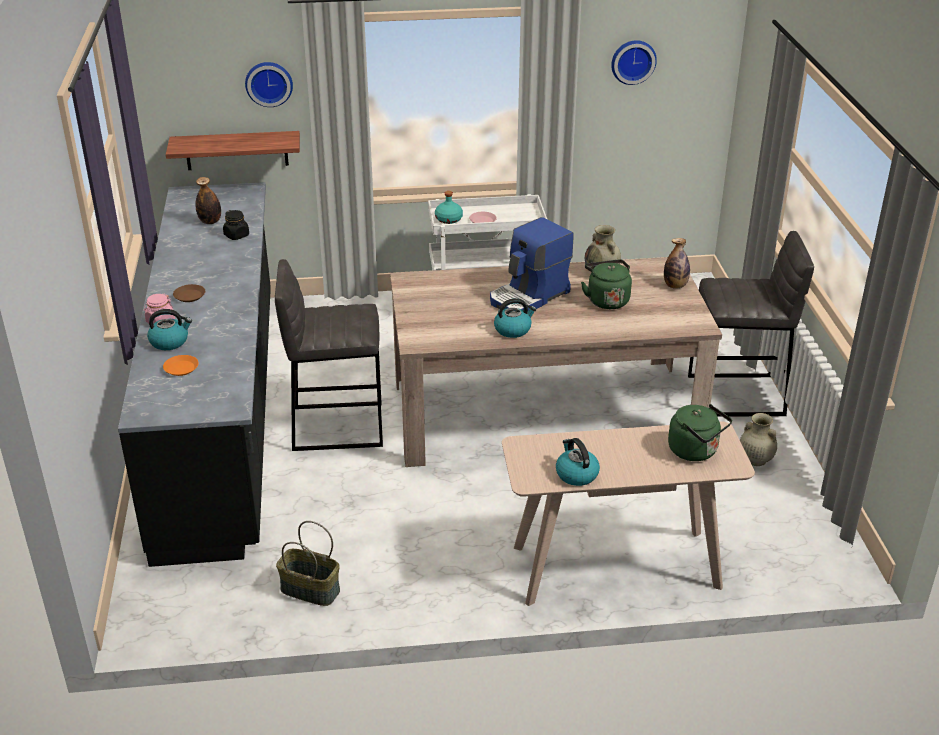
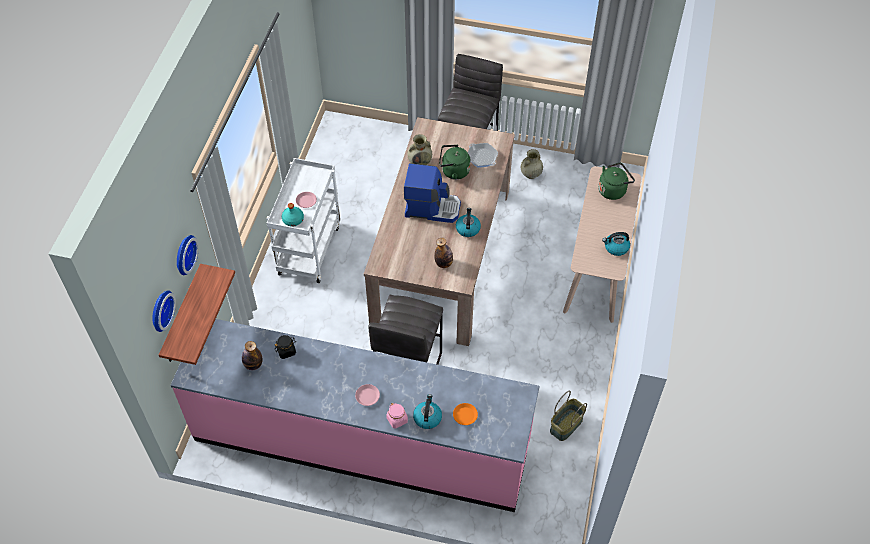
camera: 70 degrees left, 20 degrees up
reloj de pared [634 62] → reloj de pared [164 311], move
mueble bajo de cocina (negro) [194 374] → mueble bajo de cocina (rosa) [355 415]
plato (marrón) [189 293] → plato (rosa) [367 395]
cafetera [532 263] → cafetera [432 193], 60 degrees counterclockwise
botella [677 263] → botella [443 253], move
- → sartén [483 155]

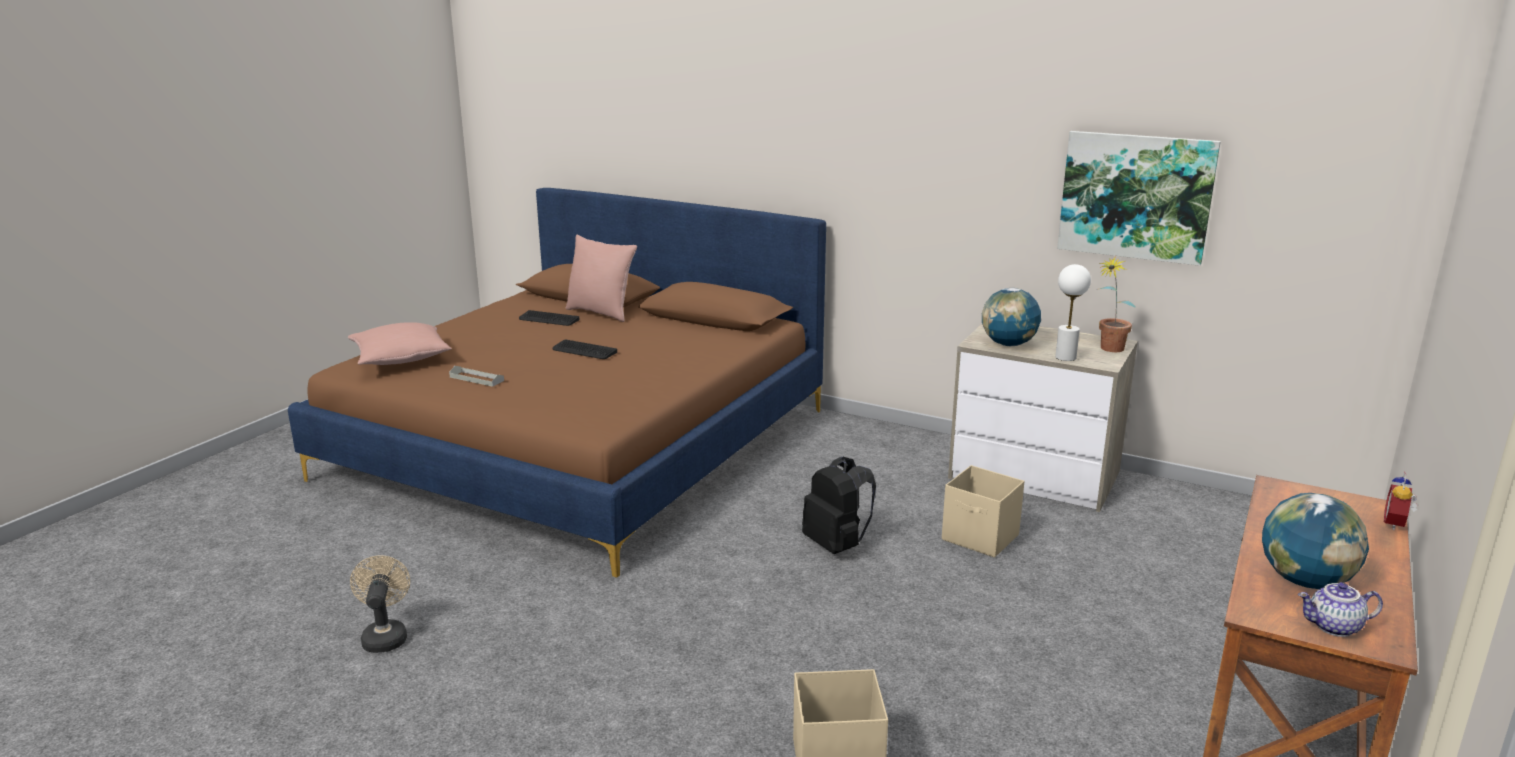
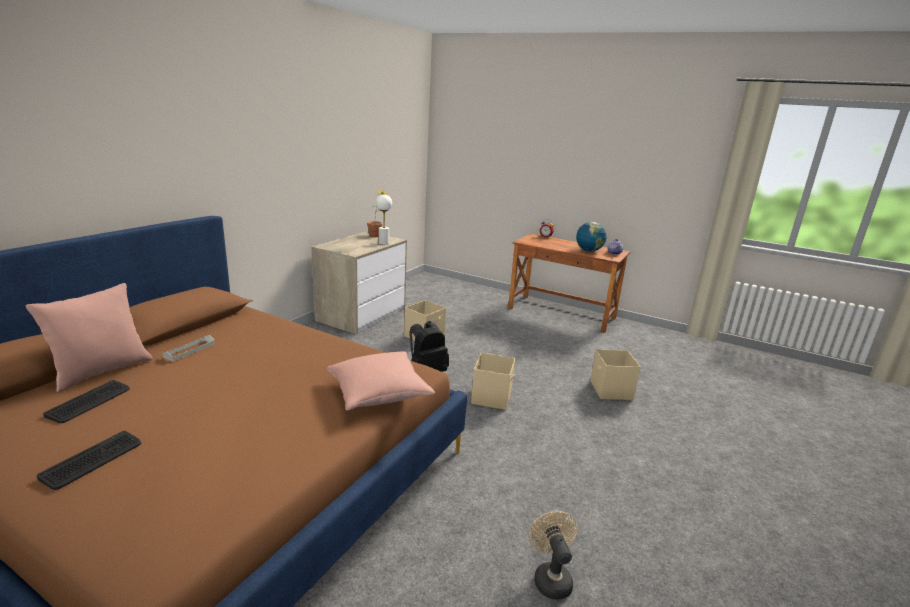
camera: 90 degrees left, 0 degrees up
teclado [584 349] → teclado [88 460], move
bandeja (gris) [476 376] → bandeja (gris) [189 348], move
cojín (rosa) [400 343] → cojín (rosa) [381 381], move
- → caja de almacenaje (beis) [493 381]
ventilador (beis) [380 604] → ventilador (beis) [553 555], 90 degrees clockwise
globo terráqueo [1011 317] → -
cuadro [1139 198] → -

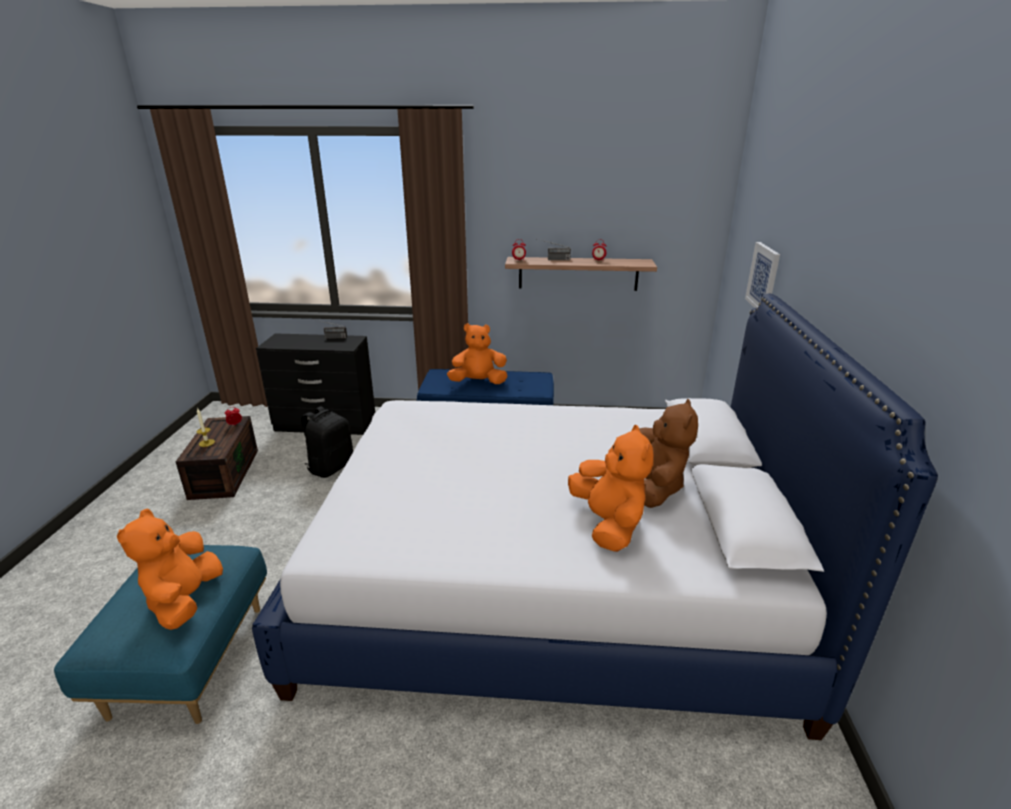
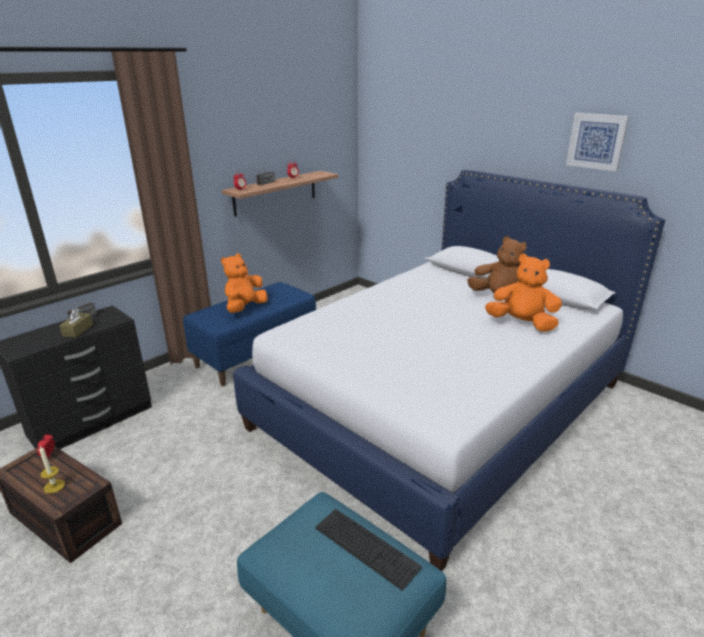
camera: 50 degrees left, 0 degrees up
- → caja de pañuelos (marrón) [76 323]
peluche (naranja) [170 569] → teclado [368 550]
cuadro [762 275] → cuadro [597 142], move
mochila (negro) [327 442] → -

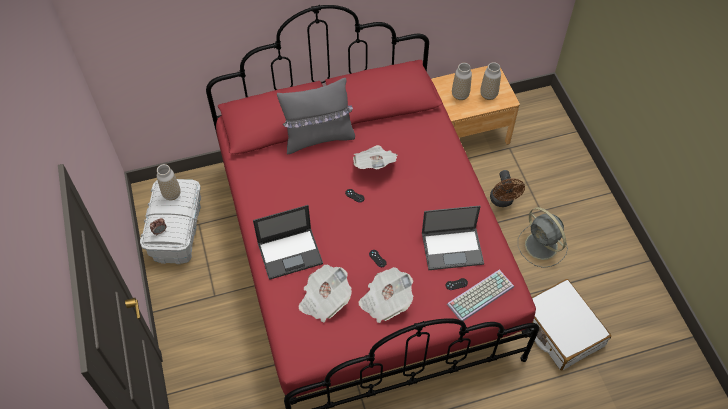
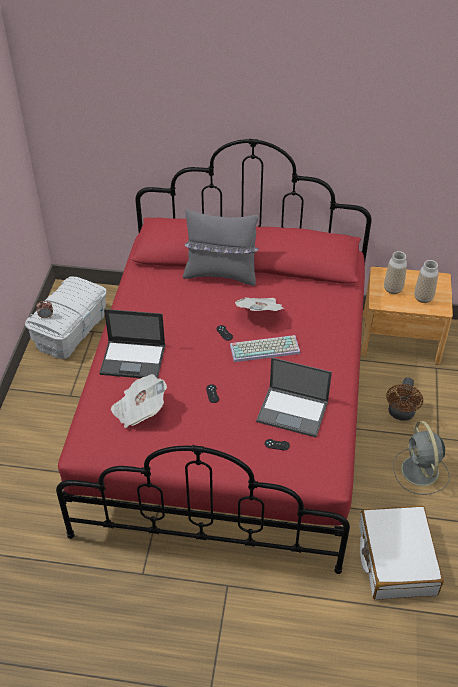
camera: 25 degrees right, 10 degrees down
teclado [480 295] → teclado [265 348], move
florero [169 182] → -
periódico [386 295] → -

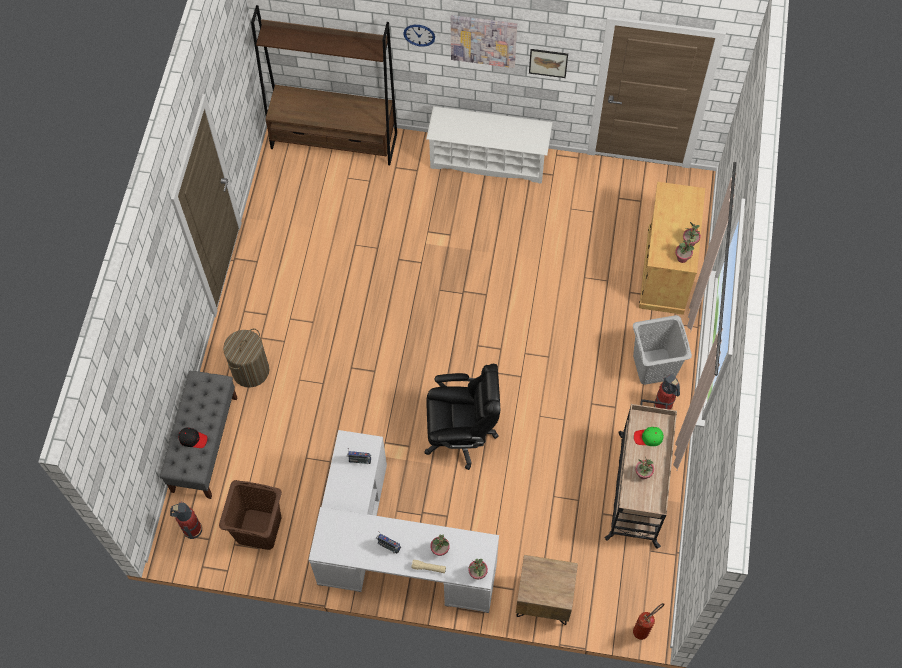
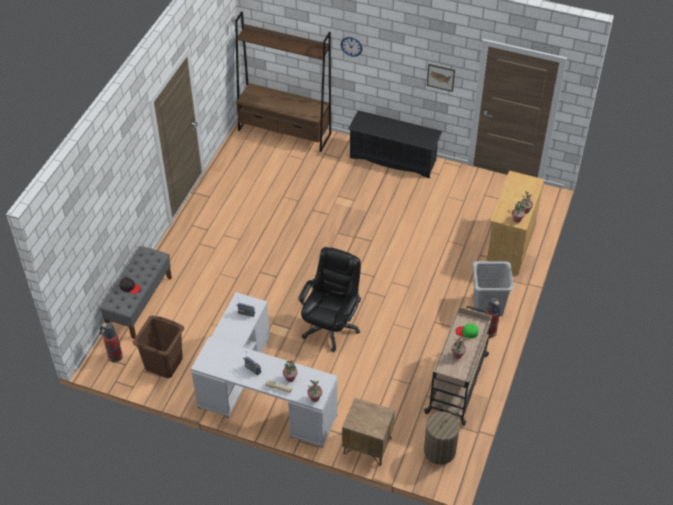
camera: 10 degrees right, 15 degrees down
silla de oficina (negro) [462 417] → silla de oficina (negro) [329 299], 75 degrees counterclockwise
zapatero (blanco) [489 145] → zapatero (negro) [395 144]
cesto de la ropa [246 358] → cesto de la ropa [442 438], move
cuadro [484 41] → -
extintor [648 621] → -

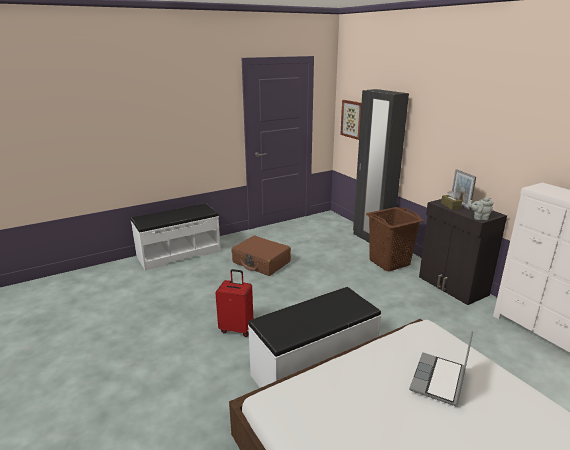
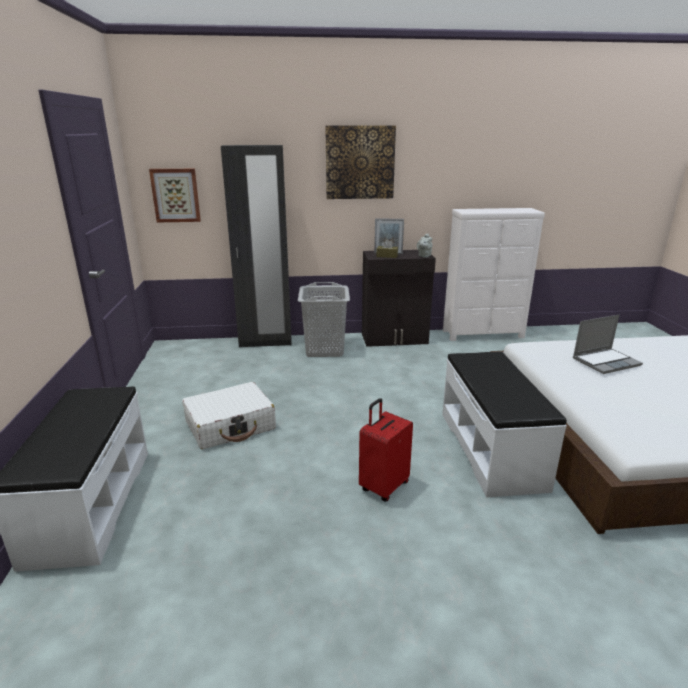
camera: 65 degrees left, 0 degrees up
maleta (marrón) [261 255] → maleta (blanco) [229 415]
cesto de la ropa (marrón) [395 239] → cesto de la ropa (gris) [324 319]
- → cuadro [360 162]
portátil [441 369] → portátil [608 344], 75 degrees counterclockwise

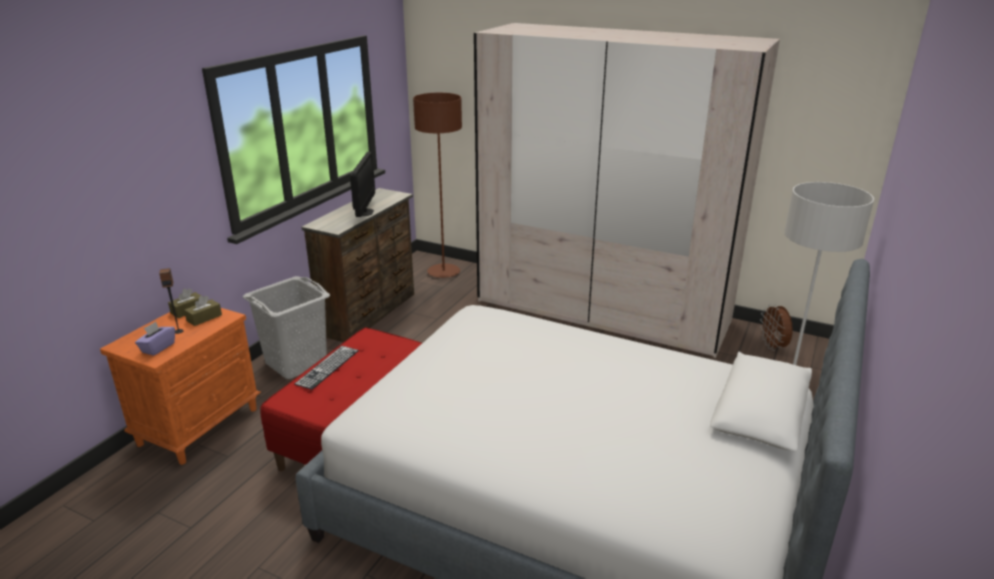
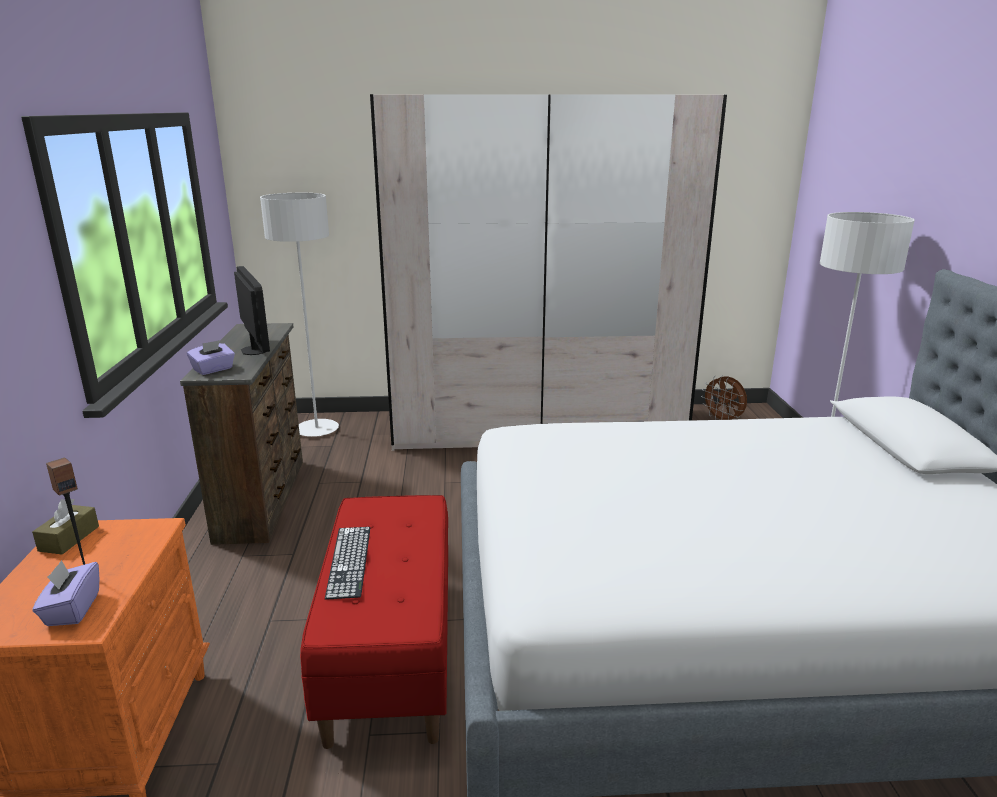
camera: 30 degrees left, 5 degrees down
- → caja de pañuelos (morado) [211 357]
lámpara de pie (marrón) [437 185] → lámpara de pie (gris) [299 315]
caja de pañuelos (marrón) [203 311] → -
cesto de la ropa (gris) [286 327] → -

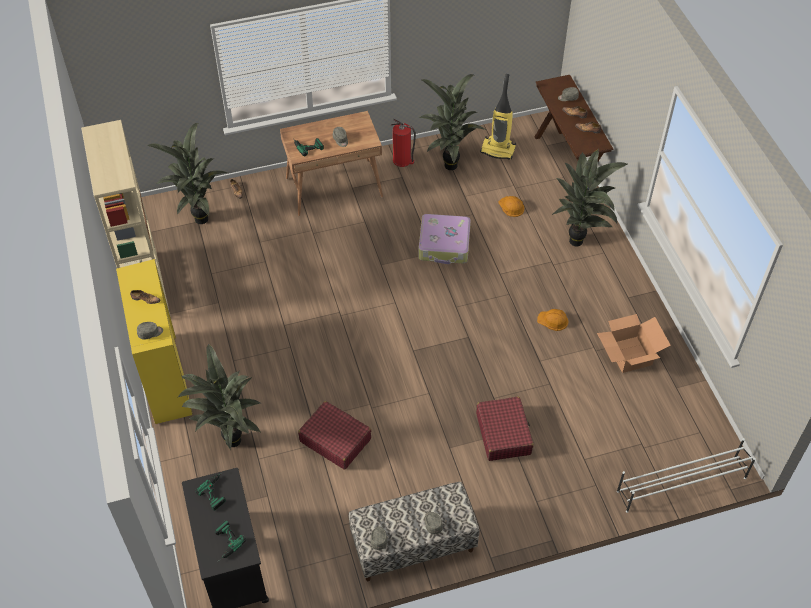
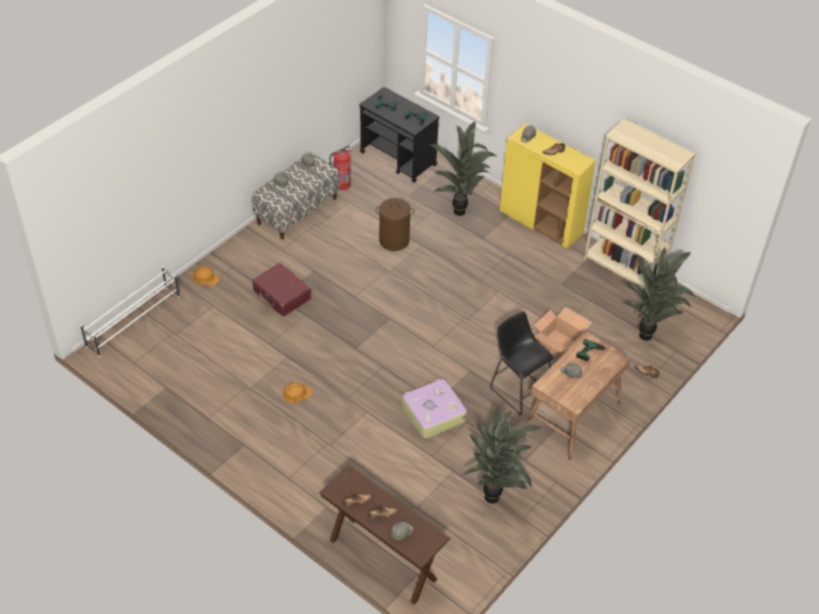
camera: 145 degrees right, 5 degrees down
casco (naranja) [512 206] → casco (naranja) [206 275], move
extintor [403 142] → extintor [340 167], move
maleta (rojo) [334 435] → cesto de la ropa (marrón) [395 224]
- → taburete (negro) [521 363]
caja de cartón [634 343] → caja de cartón [563 332], move
aspiradora [498 117] → -
planta en maceta [589 198] → -

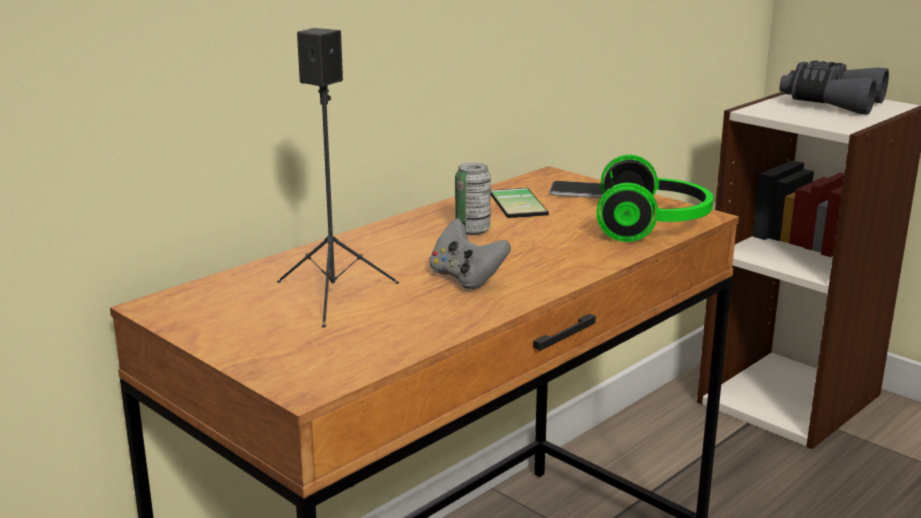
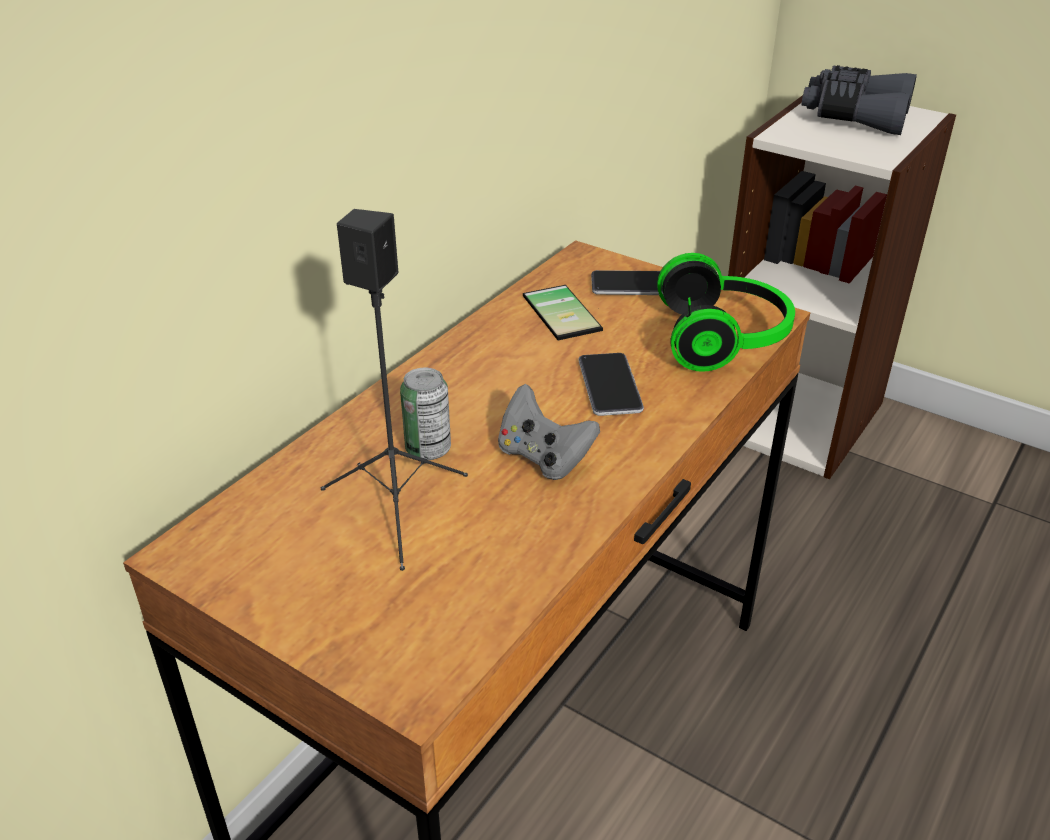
camera: 10 degrees left, 15 degrees up
lata [473 199] → lata [425 413], move
- → móvil [611 384]

